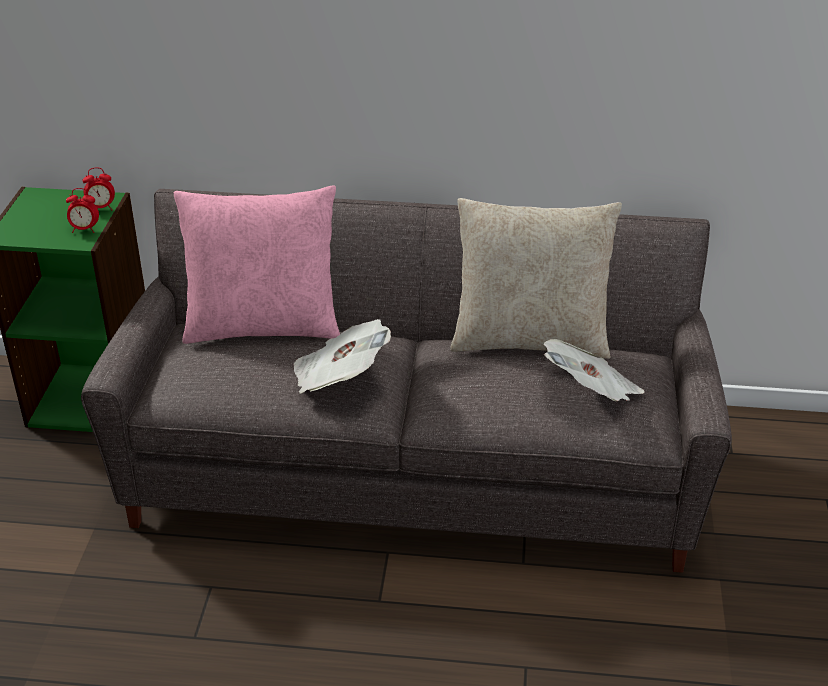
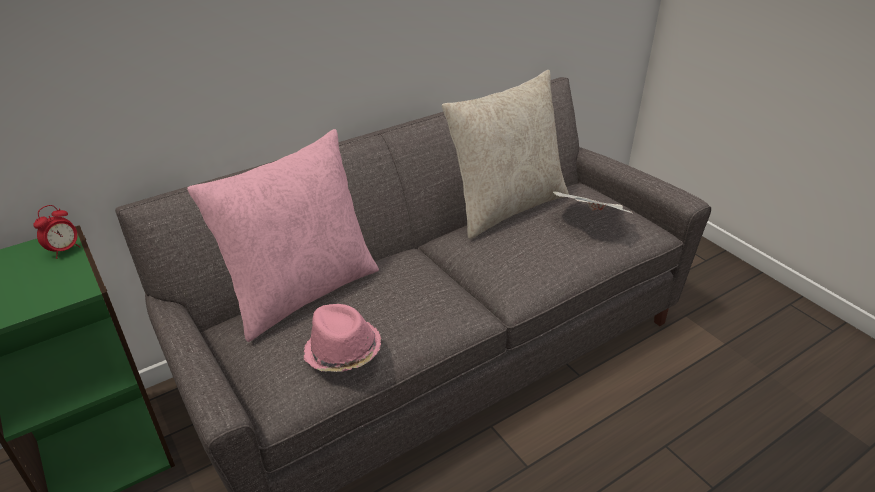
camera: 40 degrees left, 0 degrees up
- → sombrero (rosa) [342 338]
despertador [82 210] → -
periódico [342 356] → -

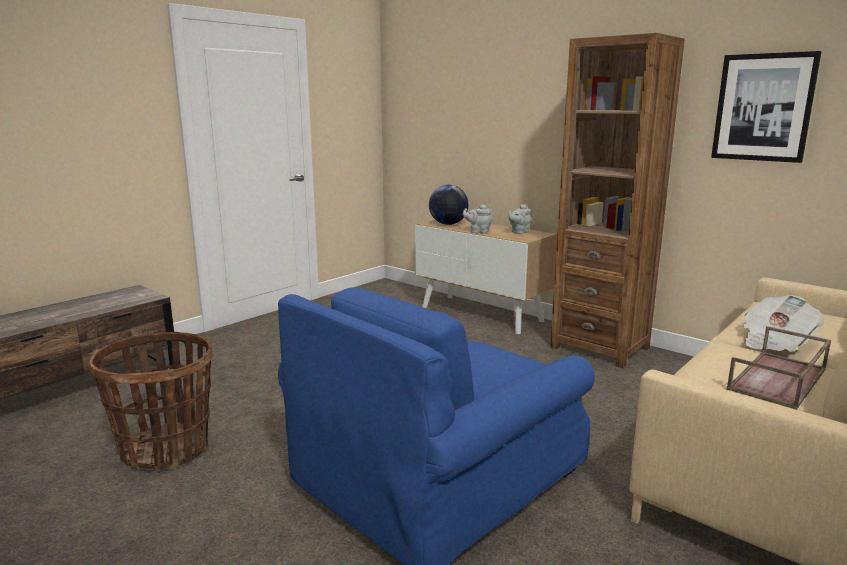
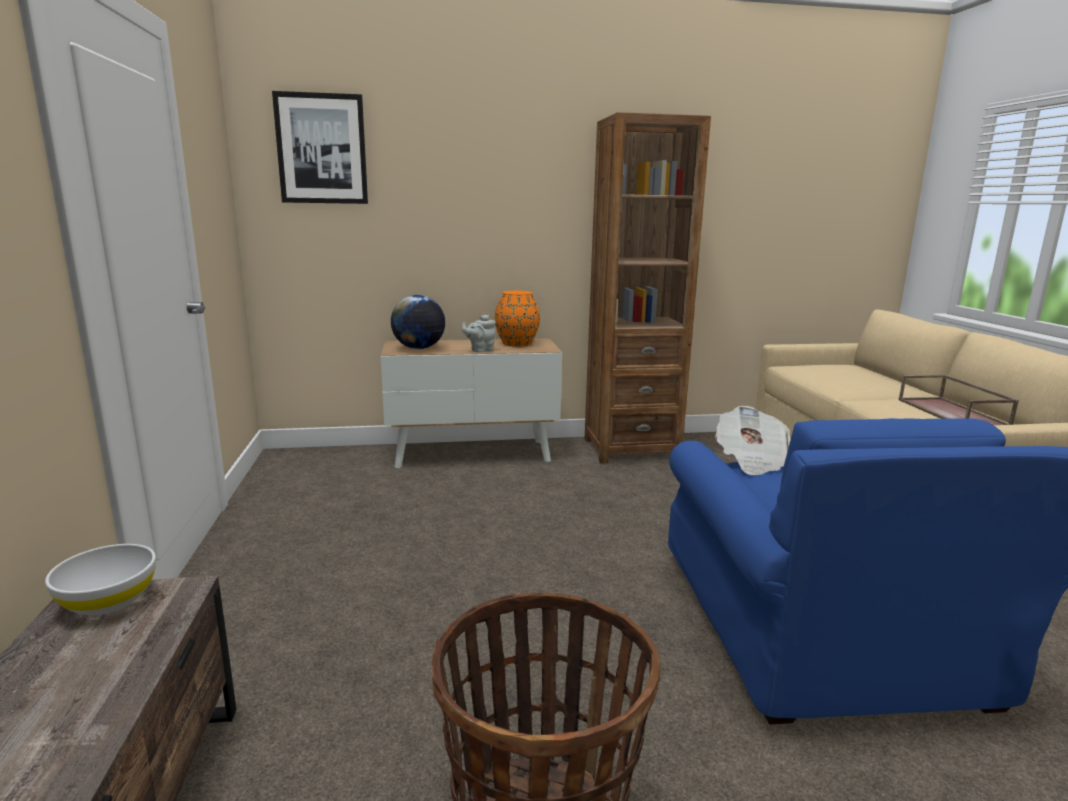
camera: 50 degrees left, 0 degrees up
- → cuenco (blanco) [100 579]
cuadro [766 107] → cuadro [320 147], move
tetera (gris) [520 219] → florero (naranja) [517 318]
periódico [783 323] → periódico [752 440], move

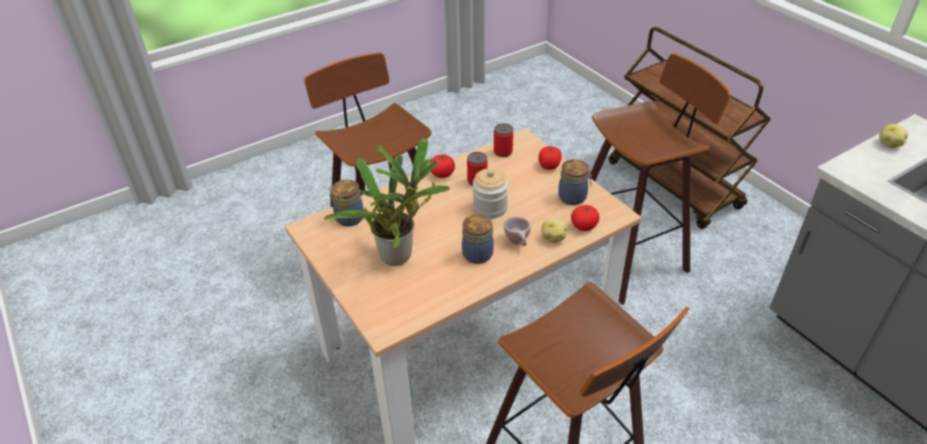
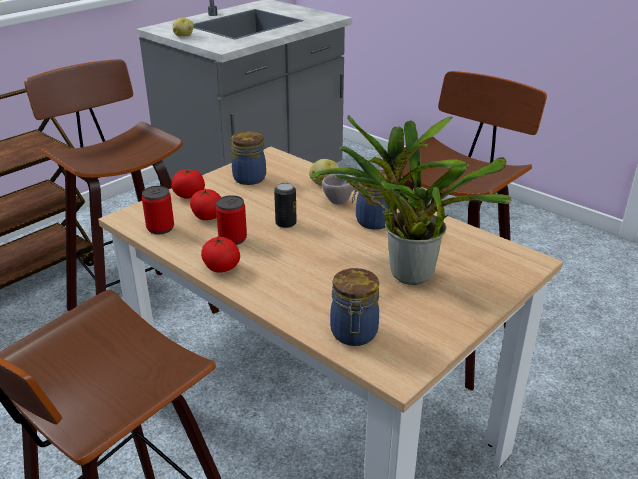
camera: 105 degrees left, 10 degrees down
tomate [585 218] → tomate [205 204], move
tarro [491 193] → lata [285 205]

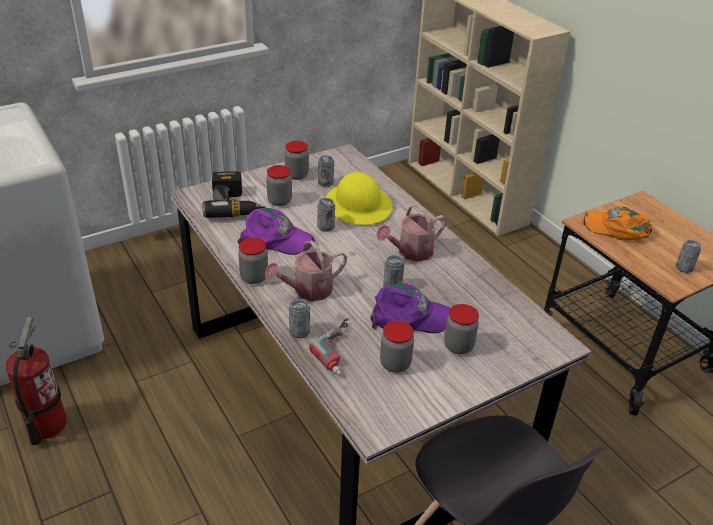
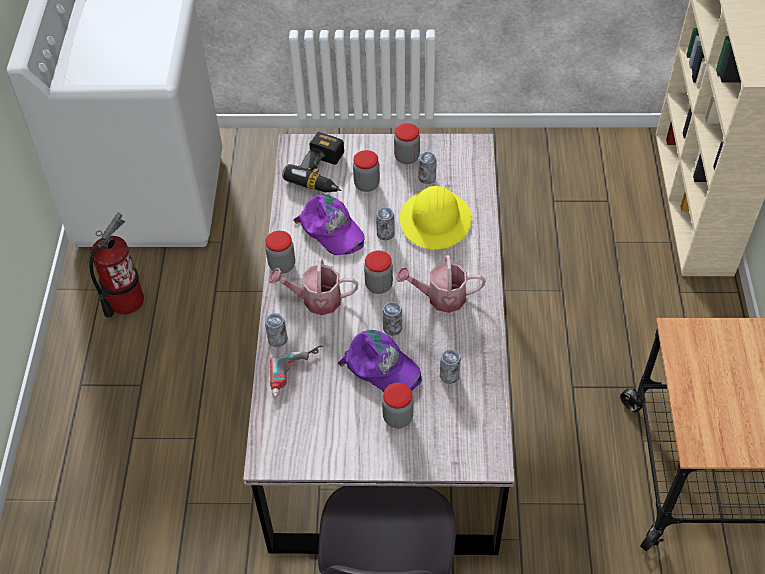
camera: 35 degrees right, 15 degrees up
tarro [397 347] → tarro [378 272], move
lata [688 256] → lata [450 366], move
gorra (naranja) [617 223] → -

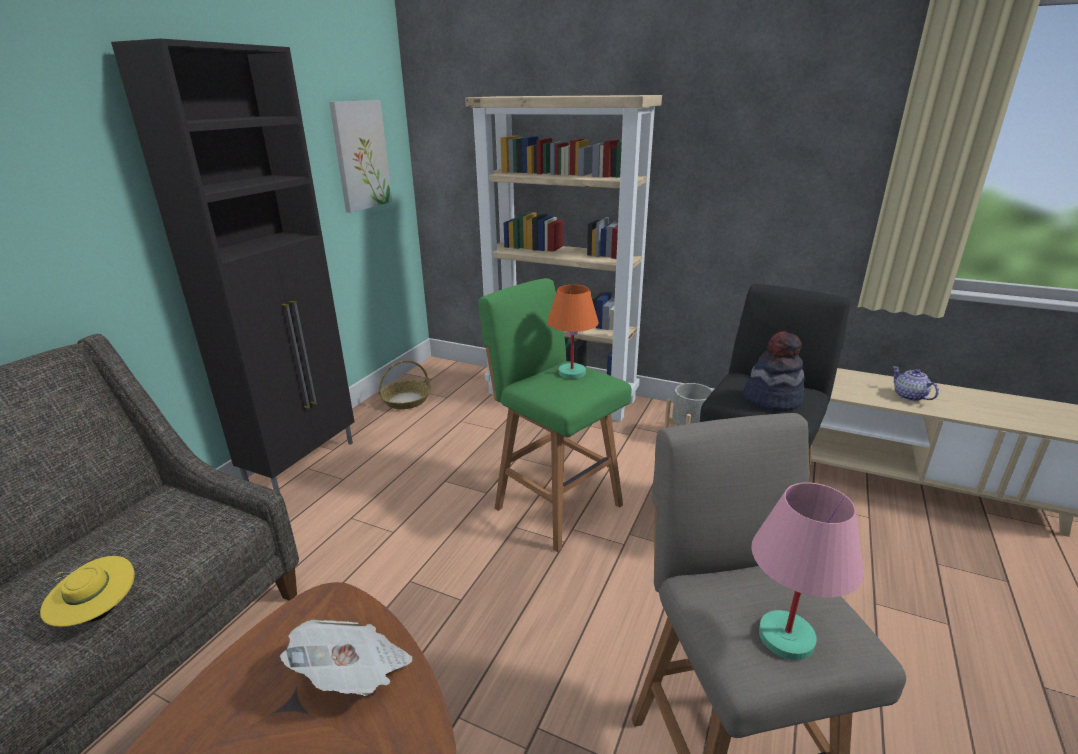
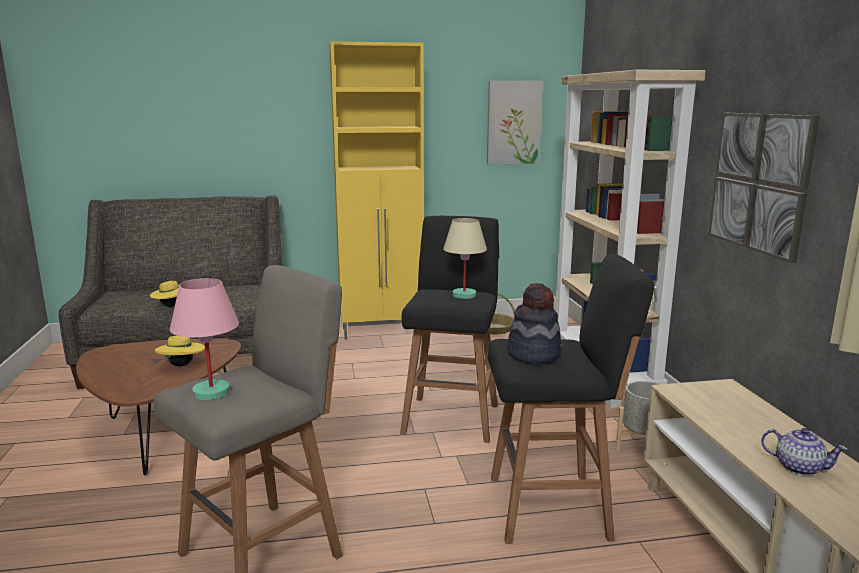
camera: 55 degrees right, 10 degrees down
periódico [346 658] → sombrero (amarillo) [180 351]
armario (negro) [232 266] → armario (amarillo) [376 190]
taburete (verde) [555 415] → taburete (negro) [449 329]
lámpara de mesa (naranja) [573 332] → lámpara de mesa (beis) [465 258]
- → cuadro [764 188]
tetera [916 383] → tetera [804 452], 90 degrees clockwise

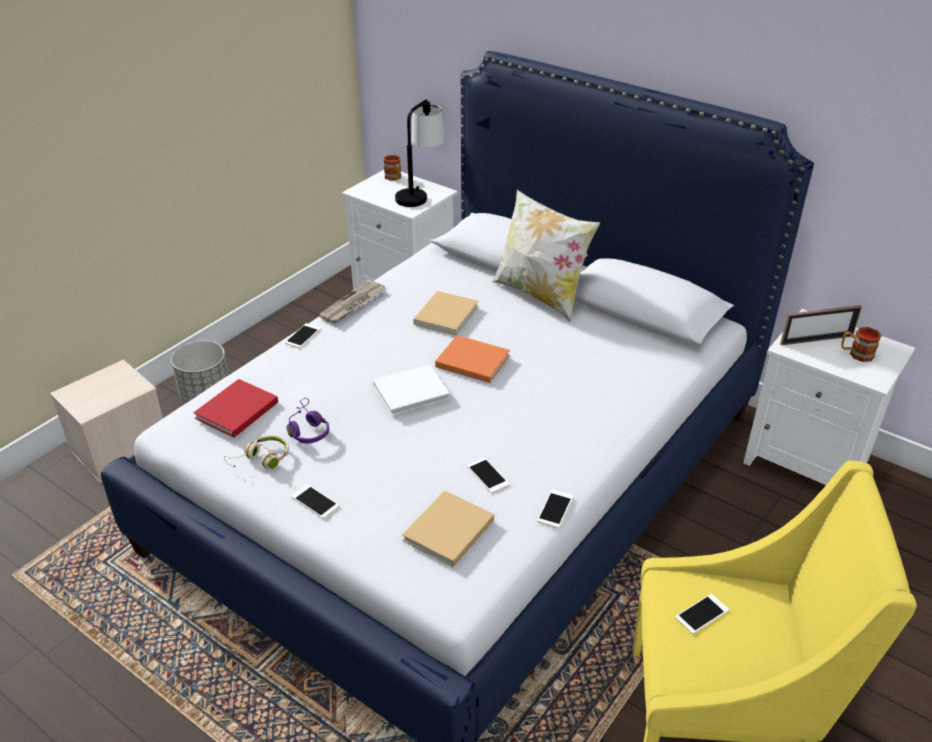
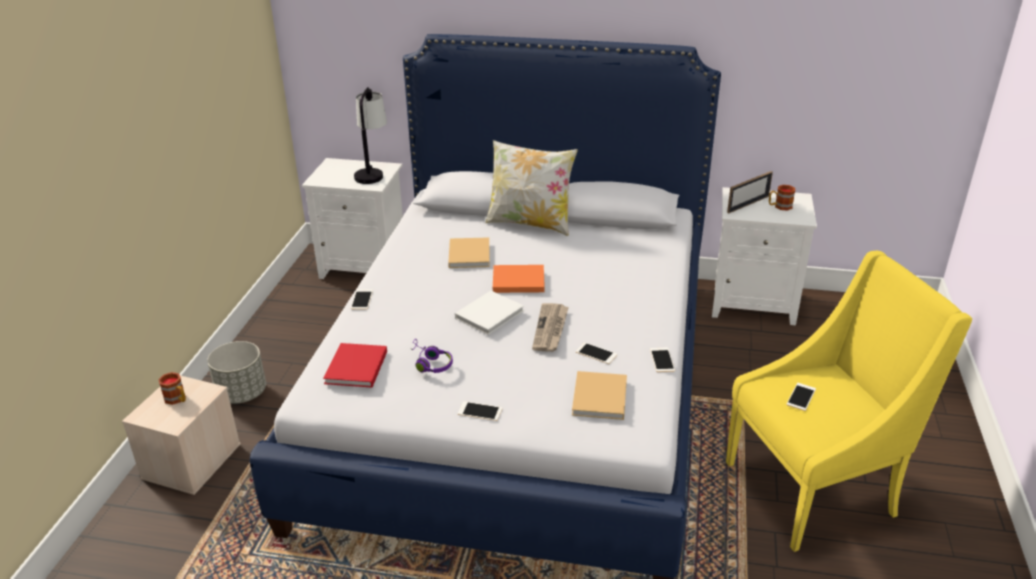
camera: 25 degrees left, 5 degrees down
taza grande [392 168] → taza grande [172 388], move
periódico [352 302] → periódico [550 327], move
auriculares (beis) [256 452] → -

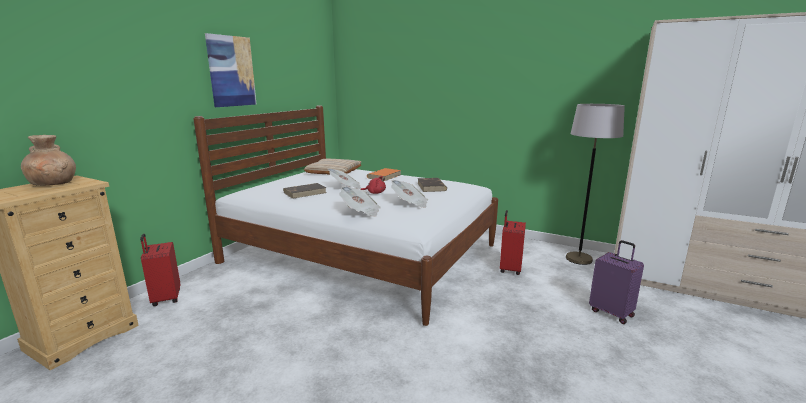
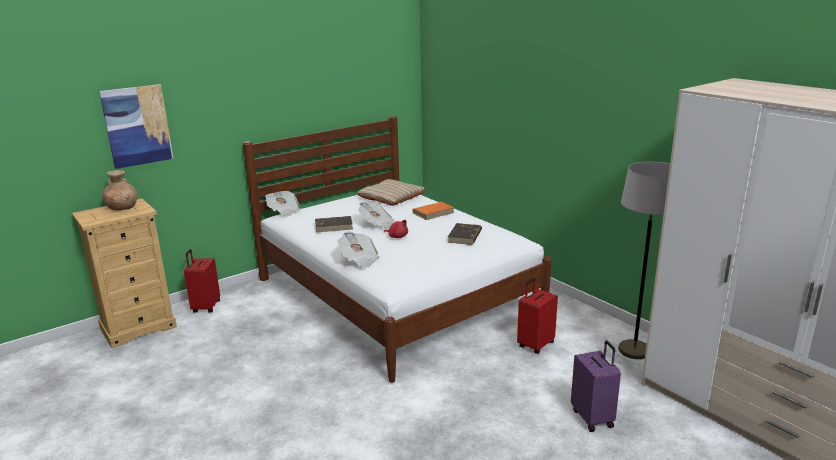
camera: 25 degrees right, 5 degrees up
cuadro [231 70] → cuadro [136 126], move
periódico [409 194] → periódico [282 204], move

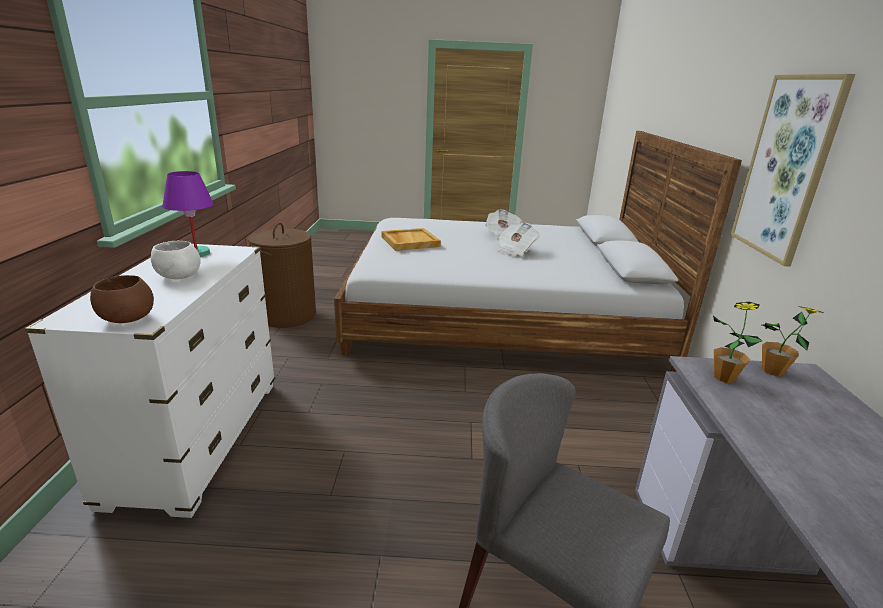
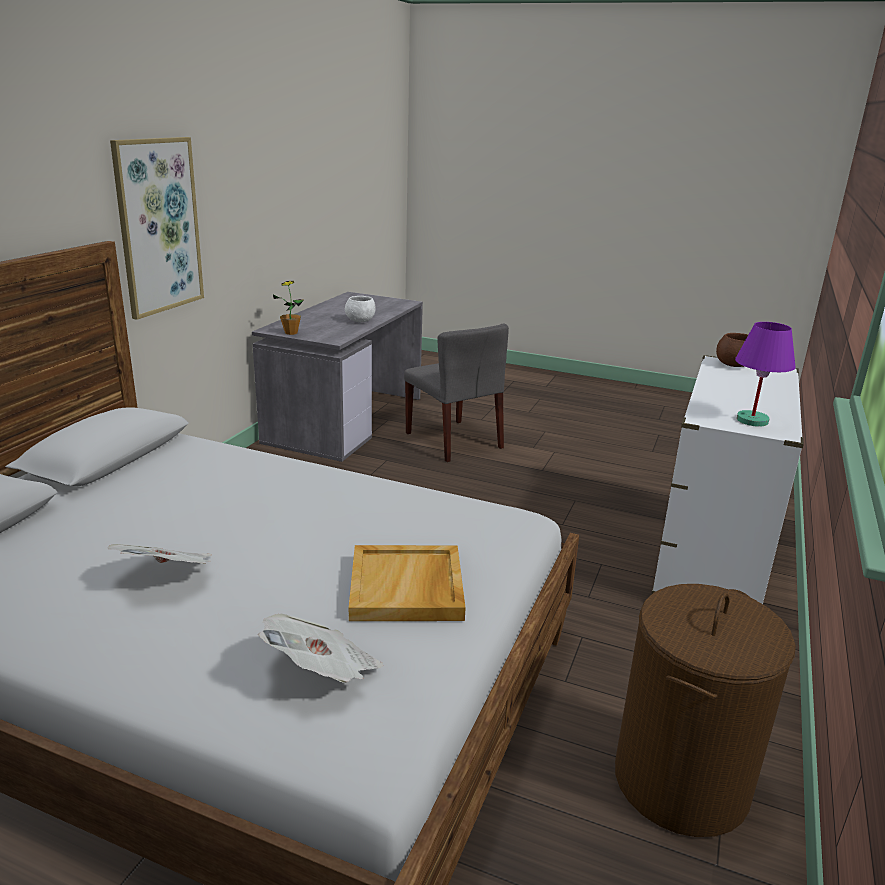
camera: 160 degrees left, 0 degrees up
periódico [518 239] → periódico [320 648], move
cuenco (blanco) [176 260] → cuenco (blanco) [360 309], move
planta en maceta [737 342] → -

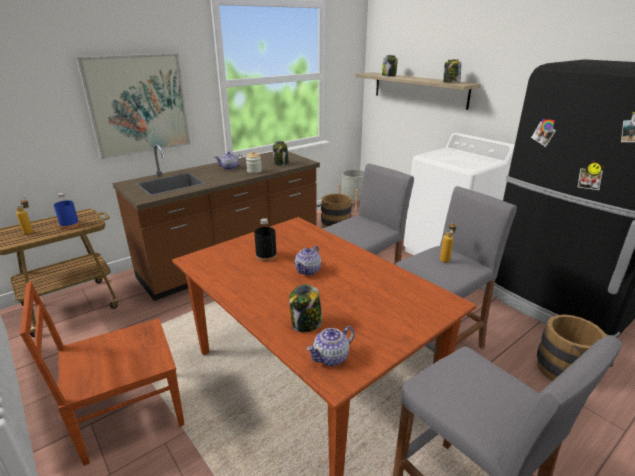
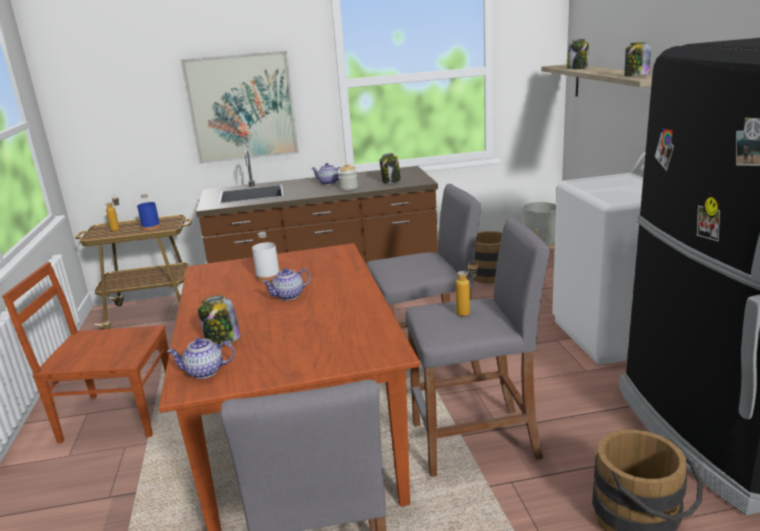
camera: 30 degrees right, 5 degrees down
botella (negro) [265 240] → botella (blanco) [266 257]

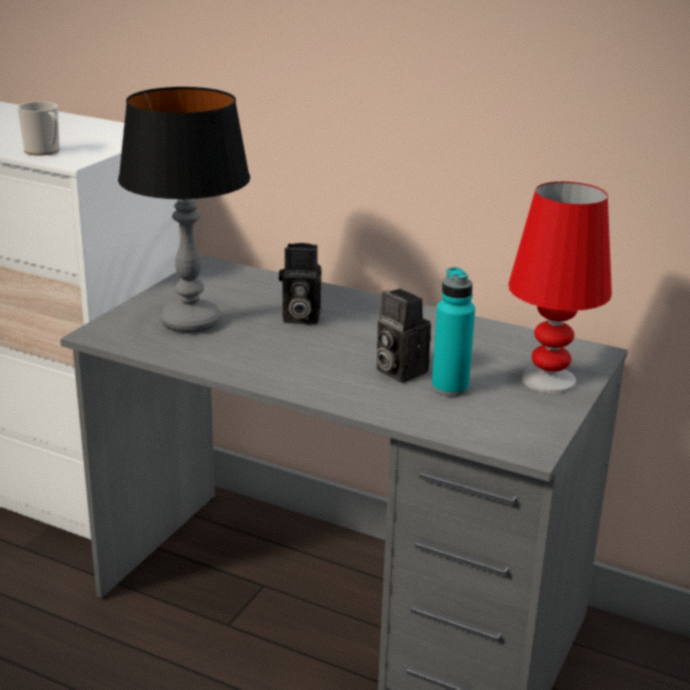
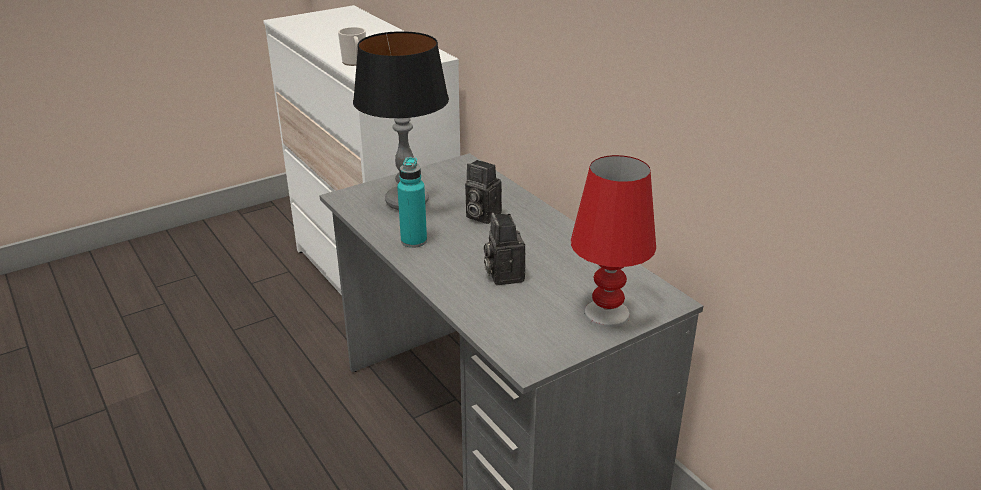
camera: 30 degrees right, 5 degrees up
botella (turquesa) [453 331] → botella (turquesa) [412 202], move

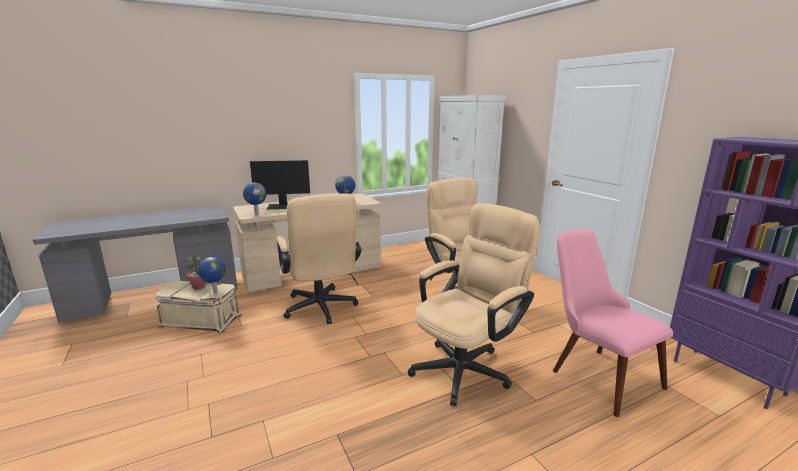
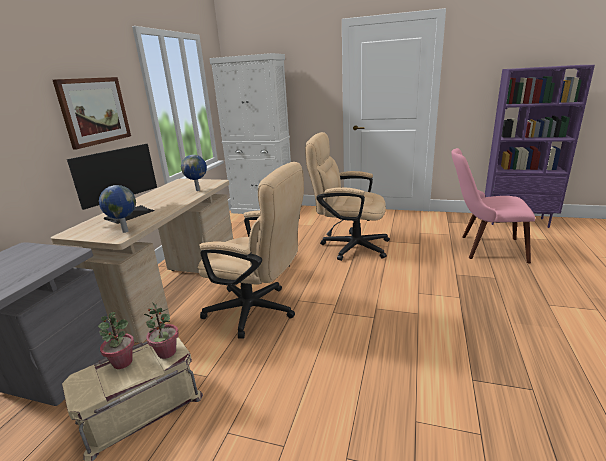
camera: 45 degrees left, 5 degrees up
- → cuadro [92 113]
globo terráqueo [212 275] → planta en maceta [161 330]
silla de oficina (beis) [474 304] → -

